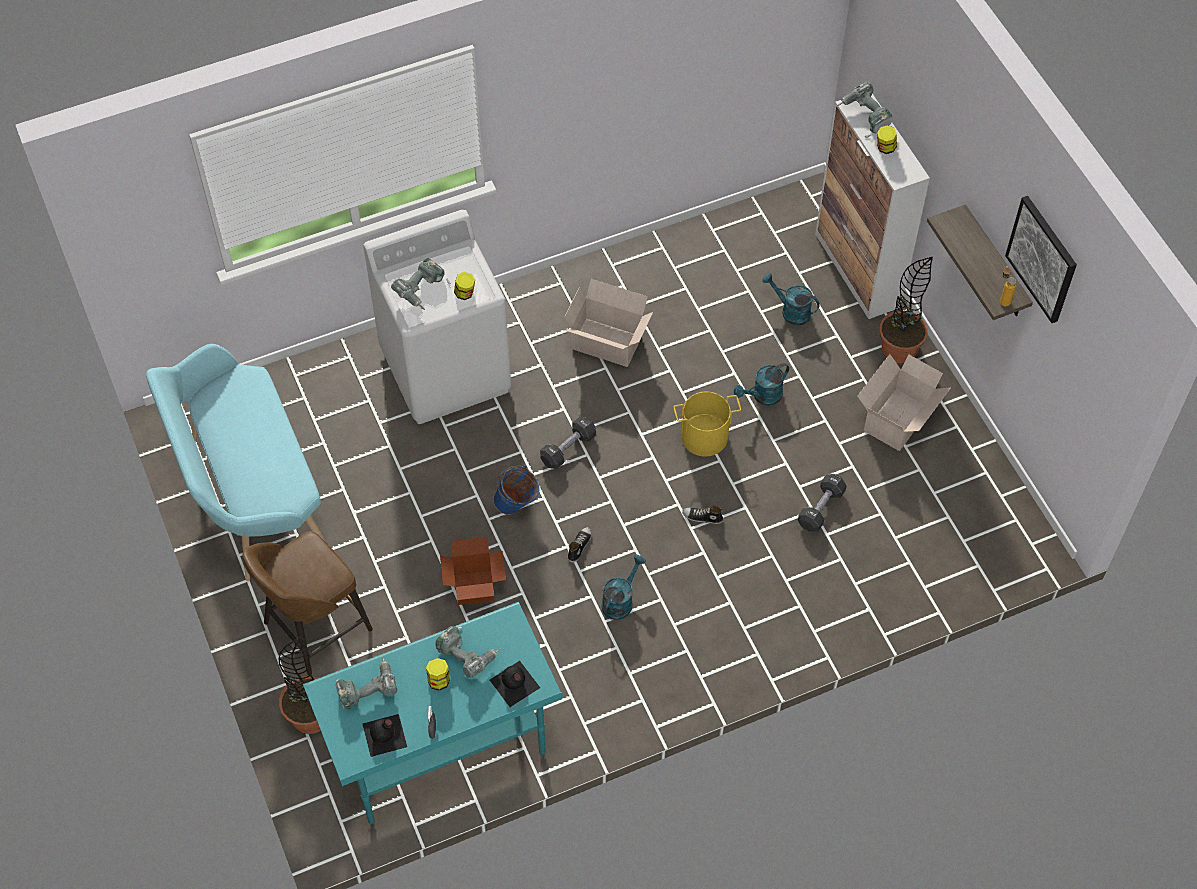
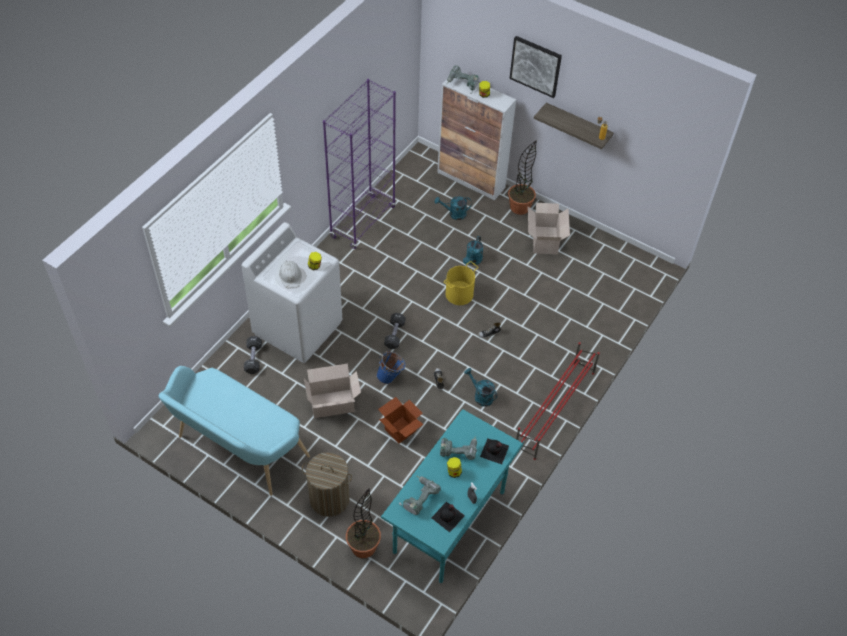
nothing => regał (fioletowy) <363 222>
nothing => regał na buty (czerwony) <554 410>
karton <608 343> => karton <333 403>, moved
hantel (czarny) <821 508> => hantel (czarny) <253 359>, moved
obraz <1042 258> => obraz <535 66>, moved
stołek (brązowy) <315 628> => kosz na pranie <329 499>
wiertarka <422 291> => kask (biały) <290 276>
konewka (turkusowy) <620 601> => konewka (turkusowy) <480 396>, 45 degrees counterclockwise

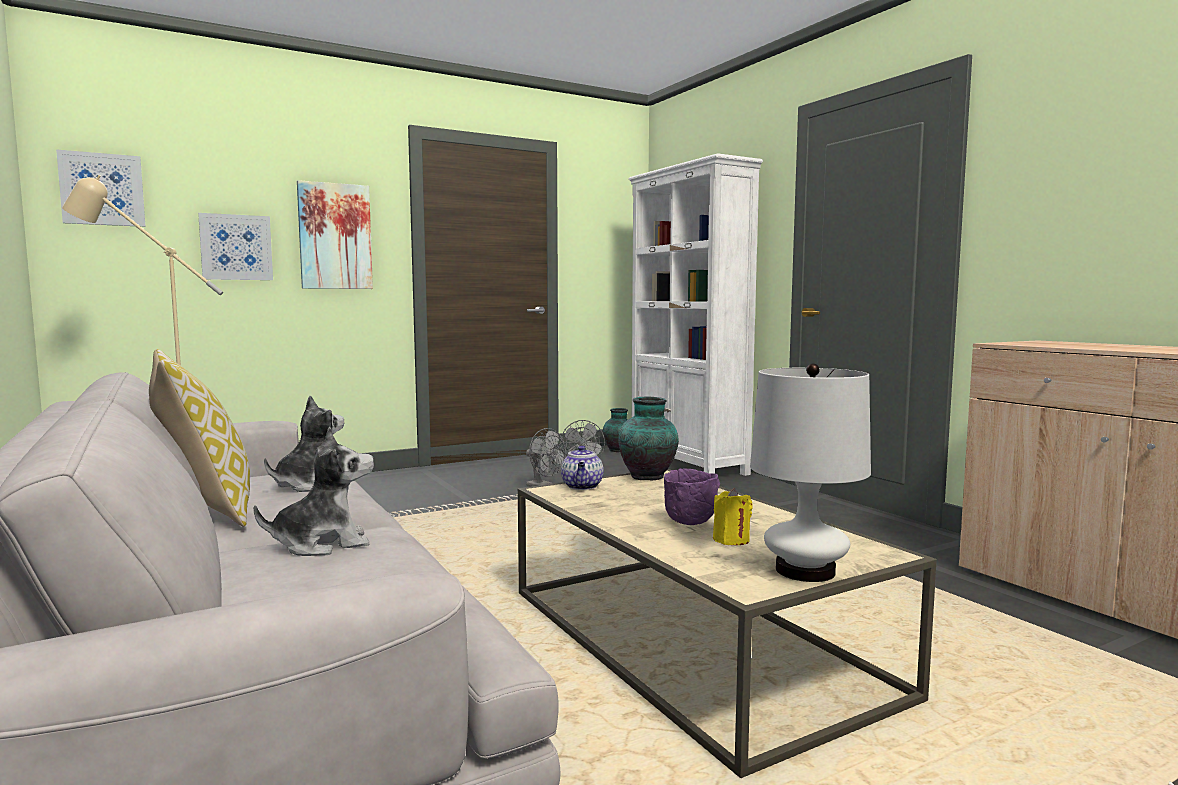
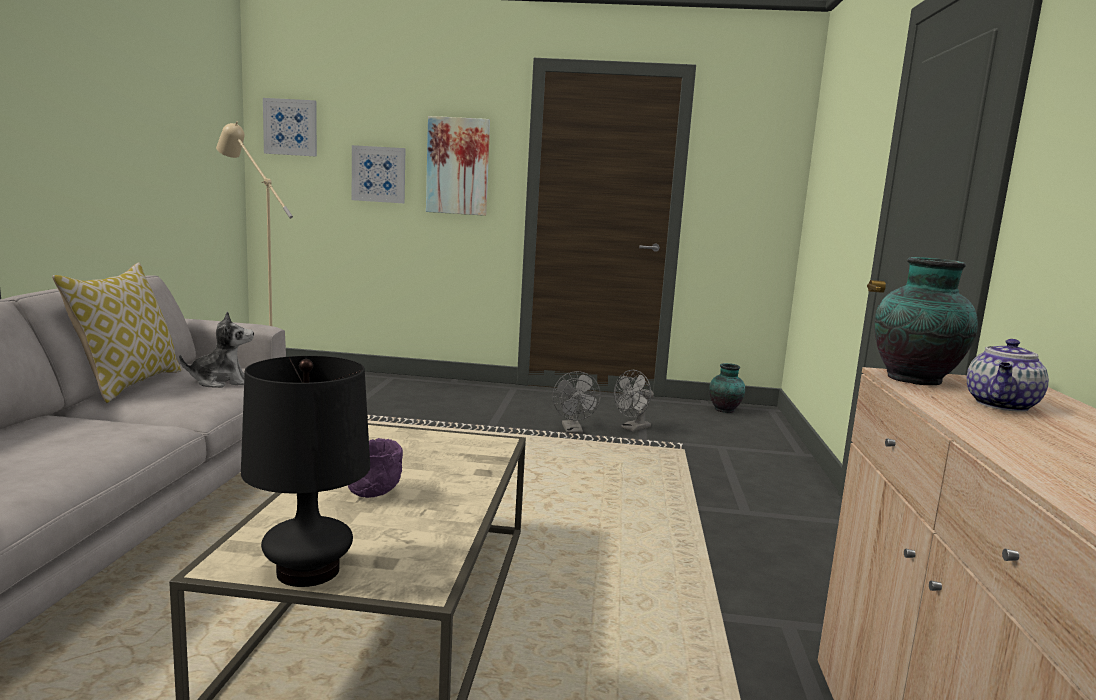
pluszak <323 544> => nothing
regał (biały) <687 464> => nothing
świeca (żółty) <731 540> => nothing
imbryk <582 486> => imbryk <1002 405>, moved
wazon <649 476> => wazon <917 379>, moved
lampa stołowa (biały) <805 571> => lampa stołowa (czarny) <308 571>

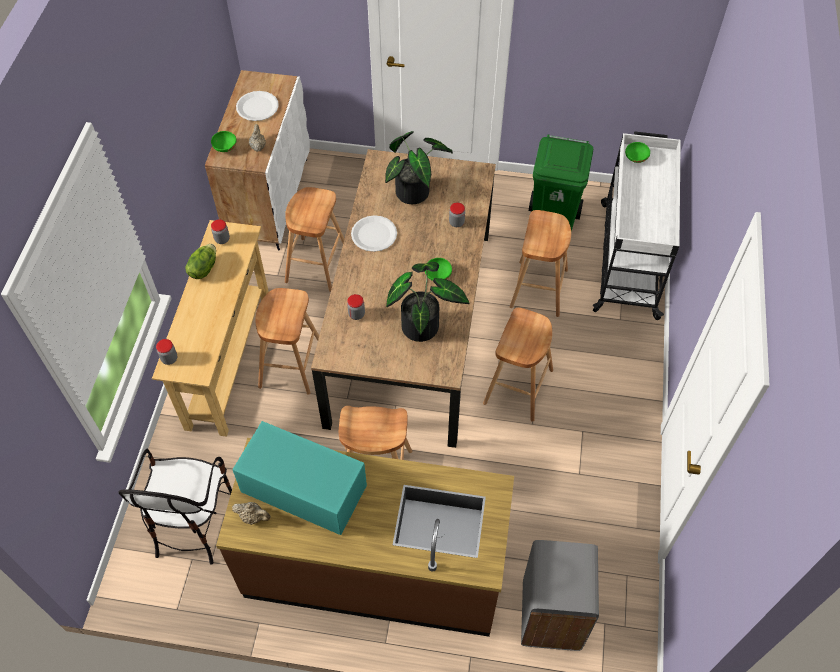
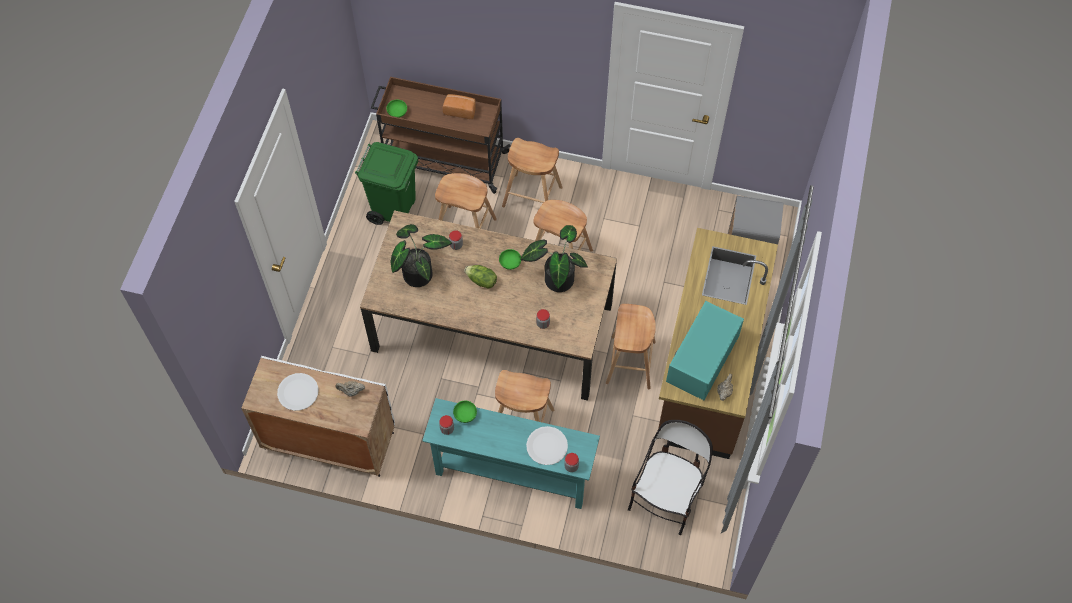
nothing => chleb <460 110>
sałata <203 268> => sałata <481 281>, moved
miska (zielony) <225 148> => miska (zielony) <465 415>, moved
stołek (brązowy) <316 264> => stołek (brązowy) <532 197>, moved
talerz (biały) <374 234> => talerz (biały) <547 446>, moved
stolik konsolowy (beżowy) <228 359> => stolik konsolowy (turkusowy) <512 475>
wózek (biały) <628 258> => wózek (brązowy) <442 160>
krzesło <193 522> => krzesło <666 498>, 75 degrees counterclockwise

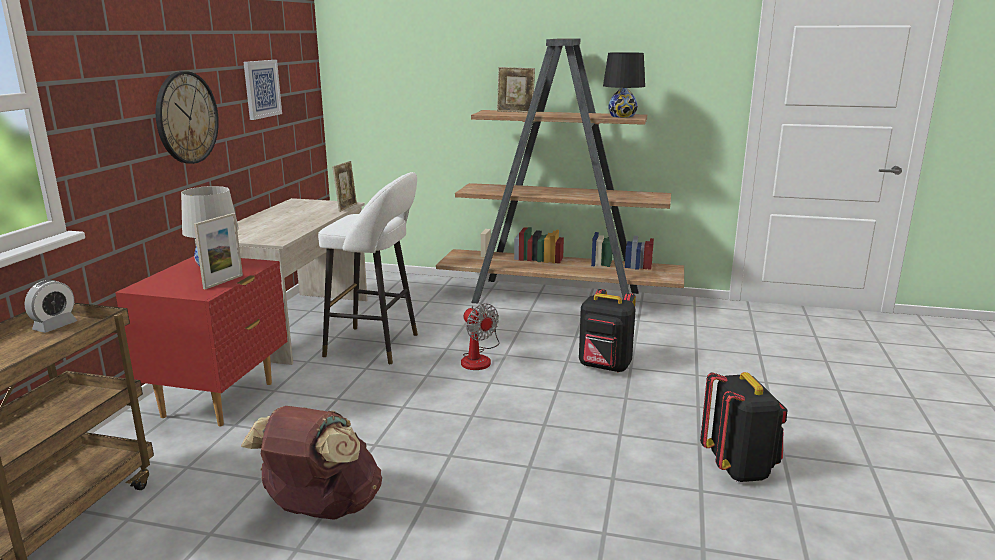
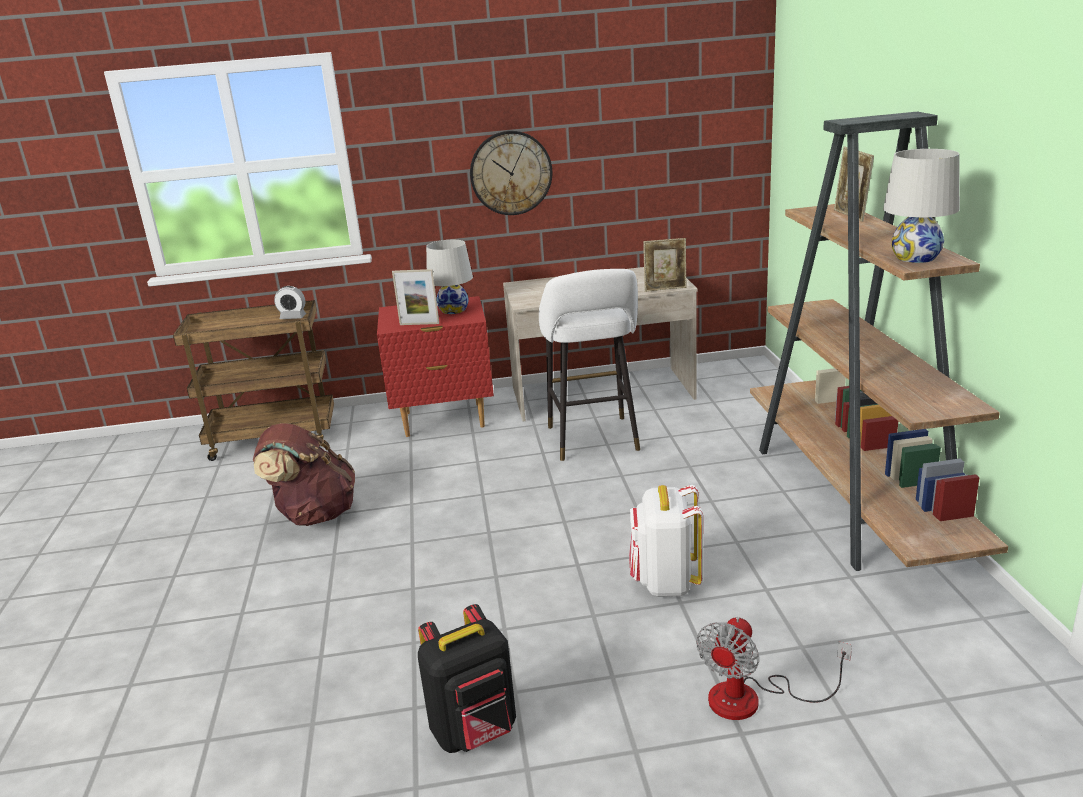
obraz <261 89> => nothing
wentylator <479 358> => wentylator <752 699>, moved
plecak (czarny) <605 367> => plecak (biały) <665 582>
lampa stołowa (czarny) <622 116> => lampa stołowa (biały) <915 258>

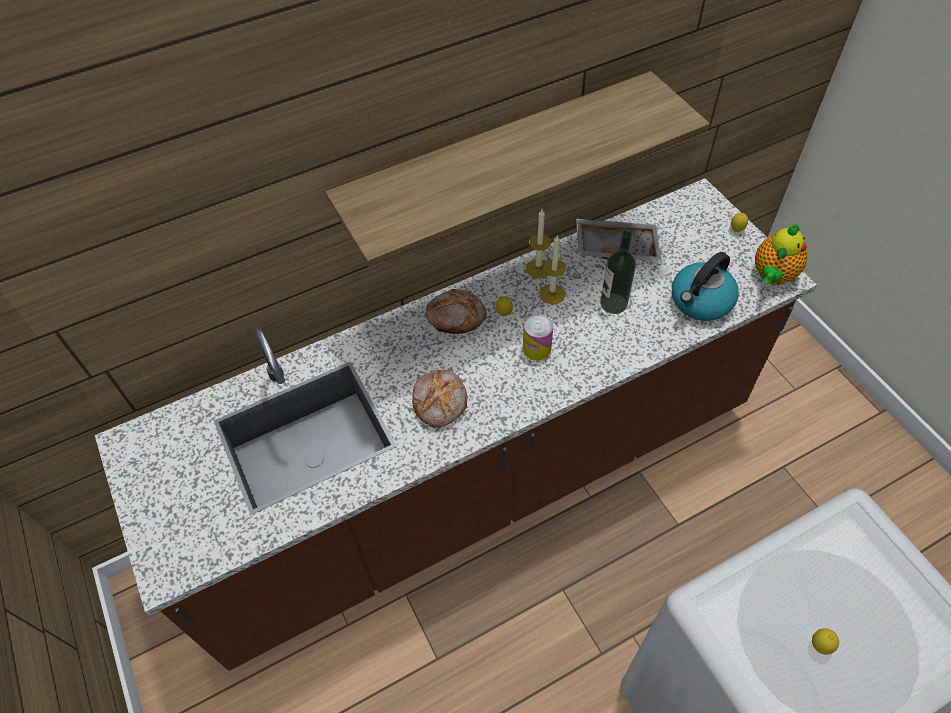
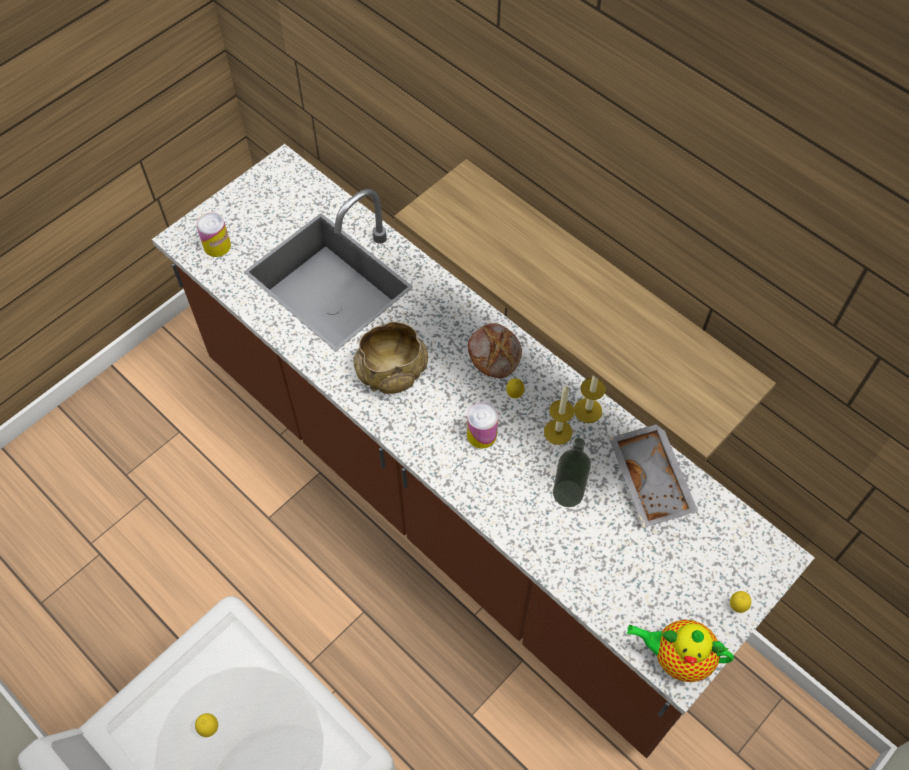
czajnik <700 302> => nothing
nothing => puszka <217 246>
chleb <441 402> => miska (beżowy) <392 371>

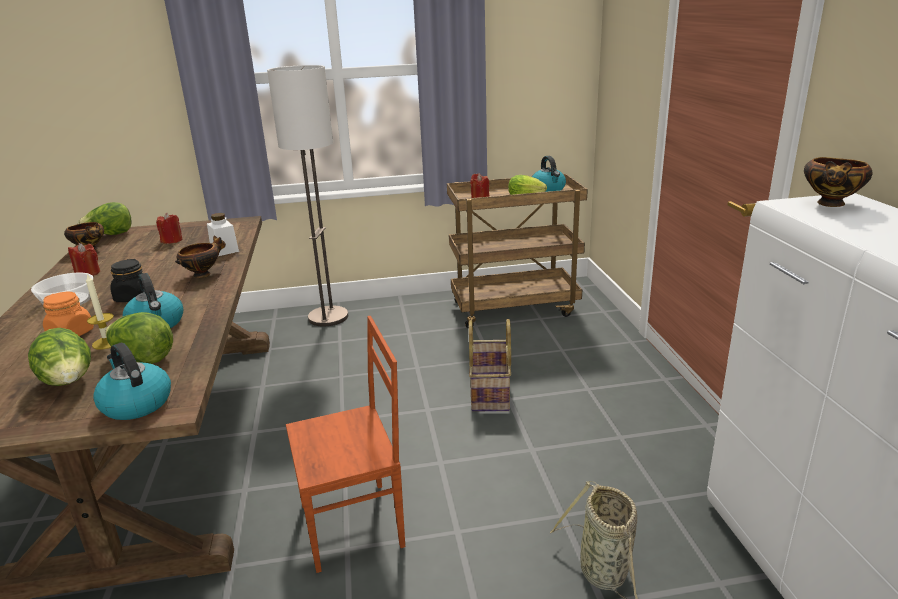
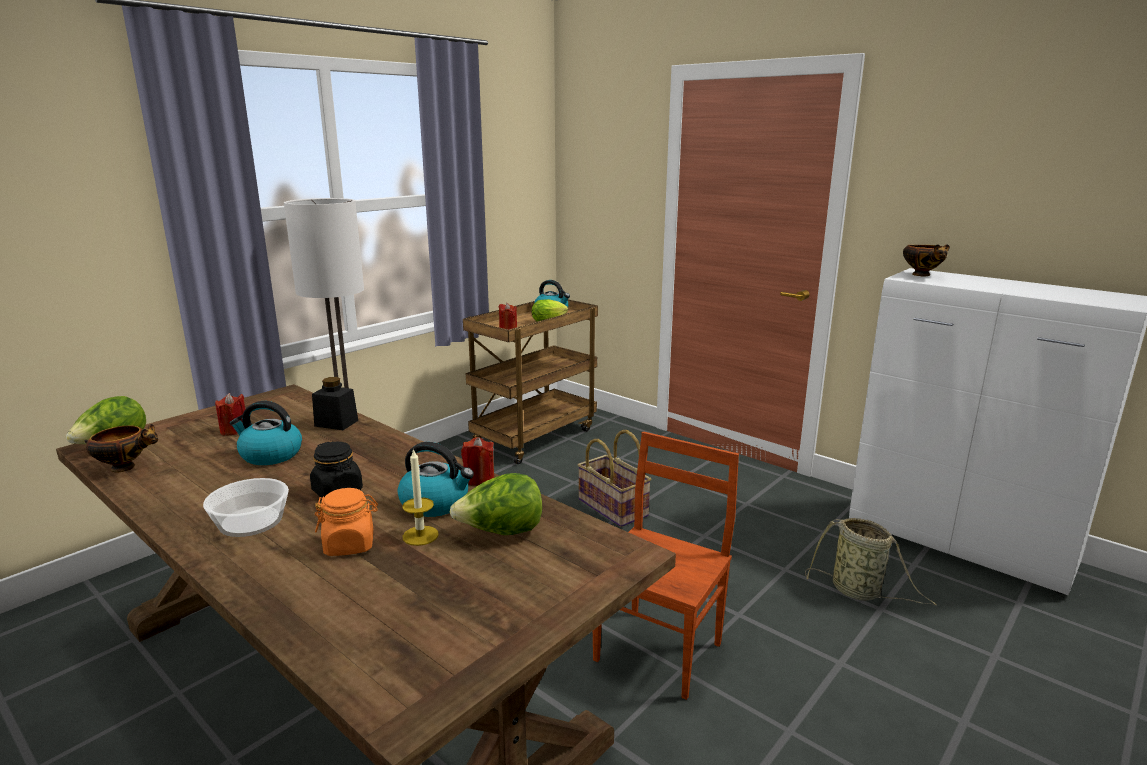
sałata <69 383> => nothing
miska <203 274> => nothing
świeca (czerwony) <88 273> => świeca (czerwony) <479 479>, moved
czajnik <136 403> => czajnik <270 455>, moved
słoik (biały) <224 250> => słoik (czarny) <336 423>

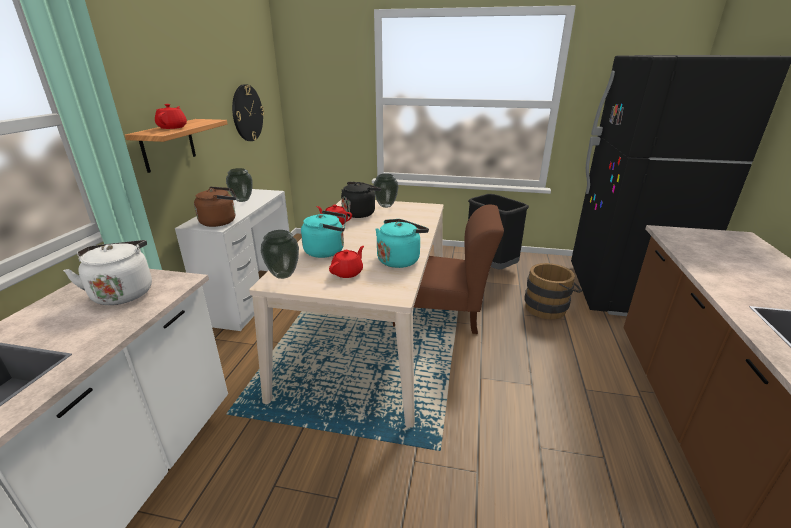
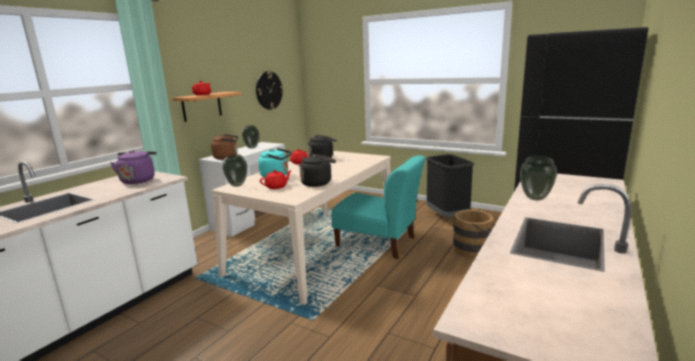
wazon <386 206> => wazon <536 198>, moved
czajnik (biały) <123 293> => czajnik (fioletowy) <138 180>
czajnik (turkusowy) <400 260> => czajnik (czarny) <318 183>
krzesło (brązowy) <440 313> => krzesło (turkusowy) <379 243>

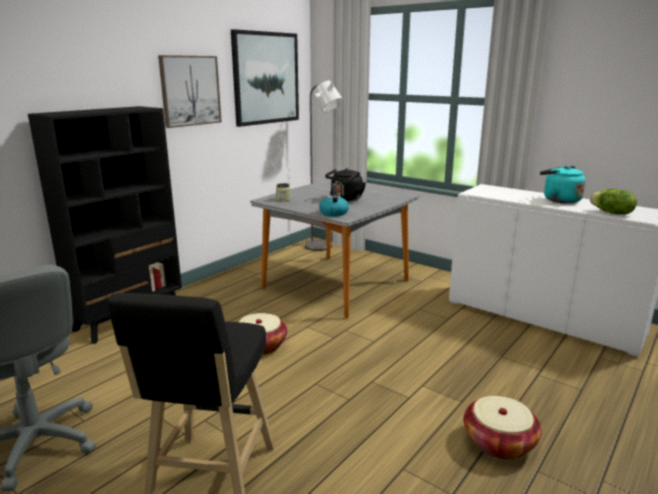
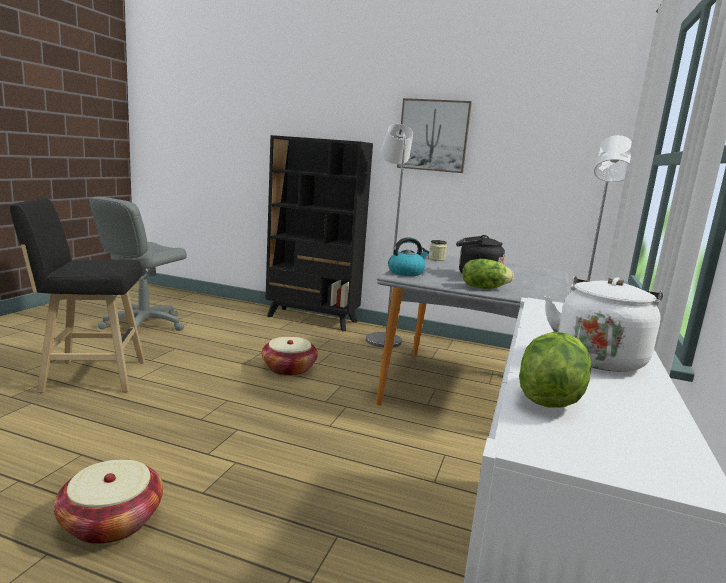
obraz <266 78> => nothing
nothing => lampa stojąca (szary) <382 338>
nothing => sałata <483 288>
czajnik (turkusowy) <559 200> => czajnik (biały) <599 358>

